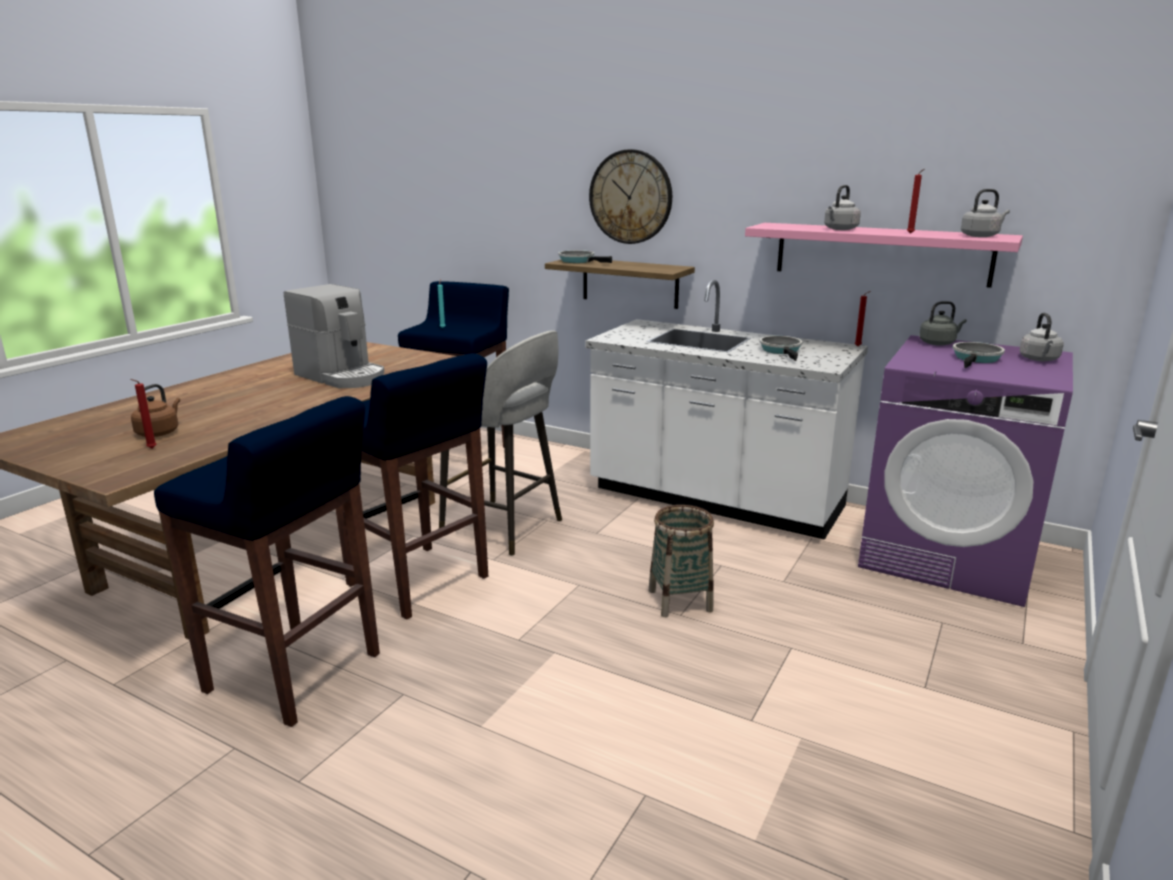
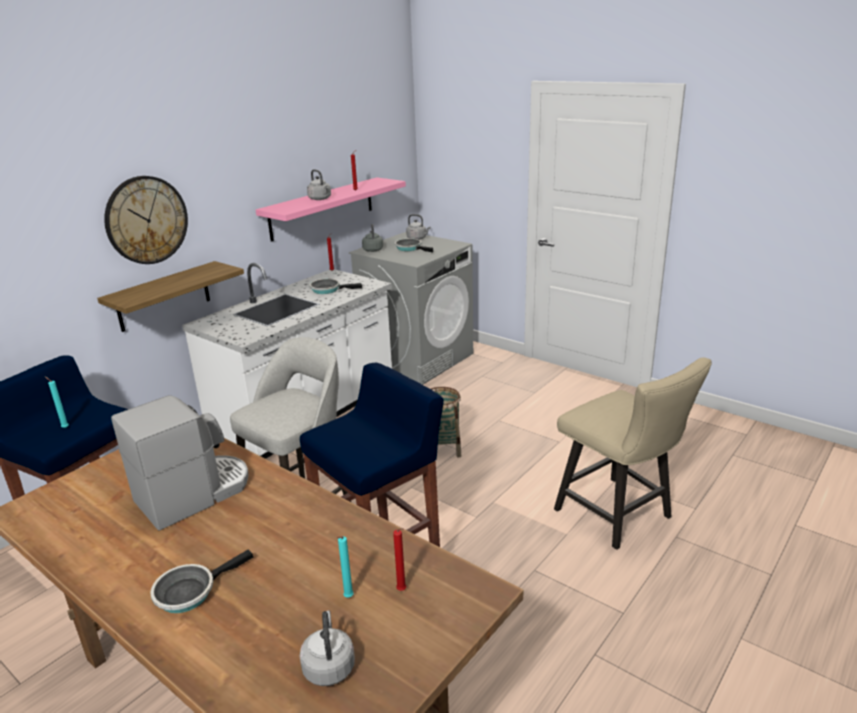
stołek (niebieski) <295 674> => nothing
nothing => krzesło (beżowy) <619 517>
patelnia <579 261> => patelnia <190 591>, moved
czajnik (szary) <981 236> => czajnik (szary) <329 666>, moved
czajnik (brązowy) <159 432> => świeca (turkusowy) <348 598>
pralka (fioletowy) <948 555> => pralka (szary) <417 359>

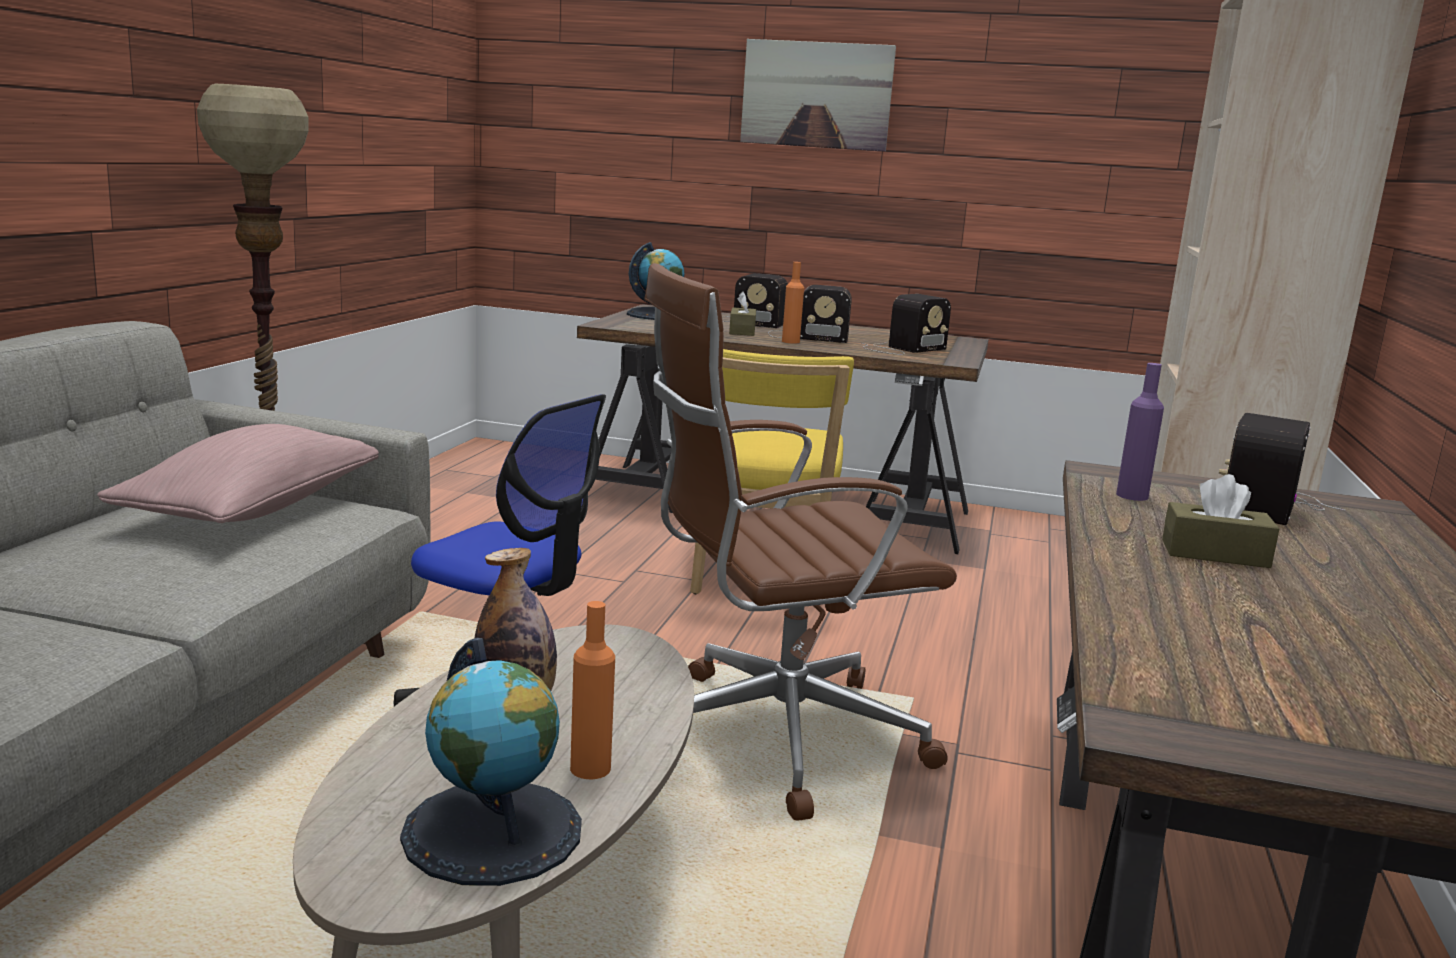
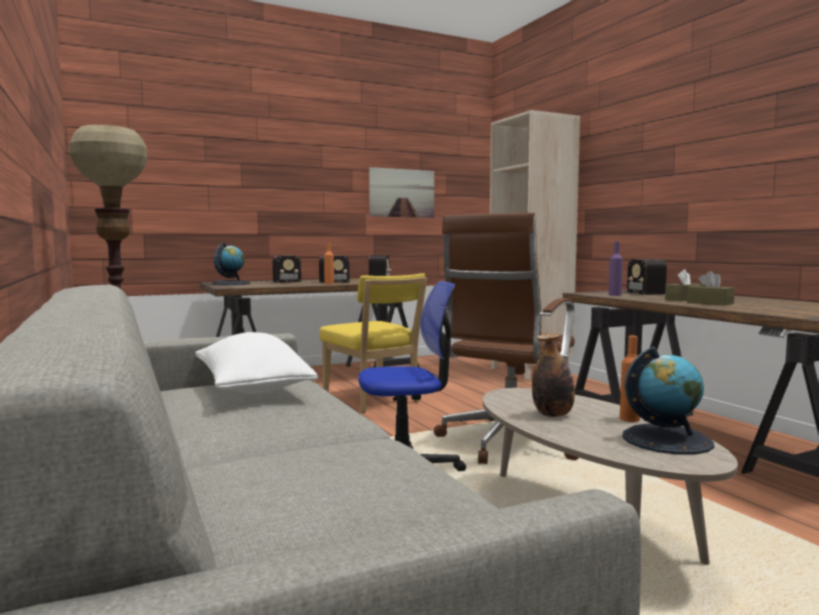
pudełko chusteczek (brązowy) <742 331> => pudełko chusteczek (brązowy) <710 303>, moved
obraz <816 95> => obraz <402 193>, moved
poduszka (różowy) <253 510> => poduszka (biały) <251 388>

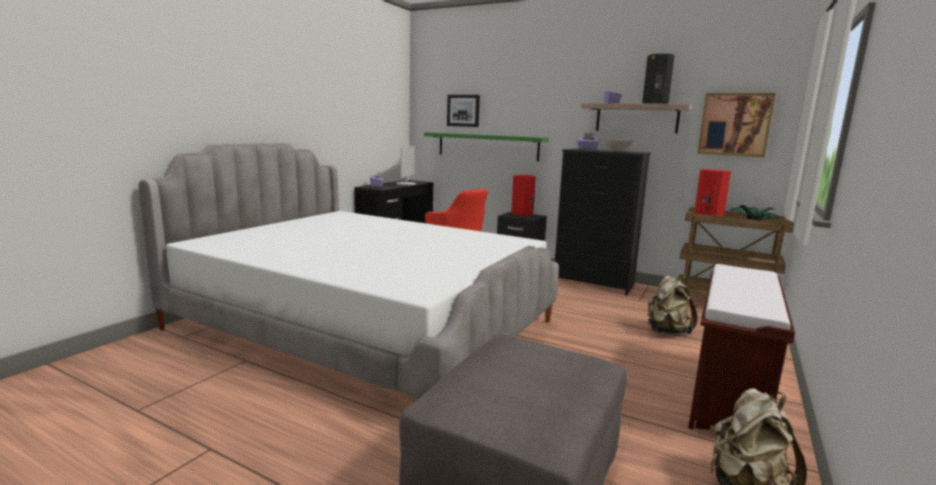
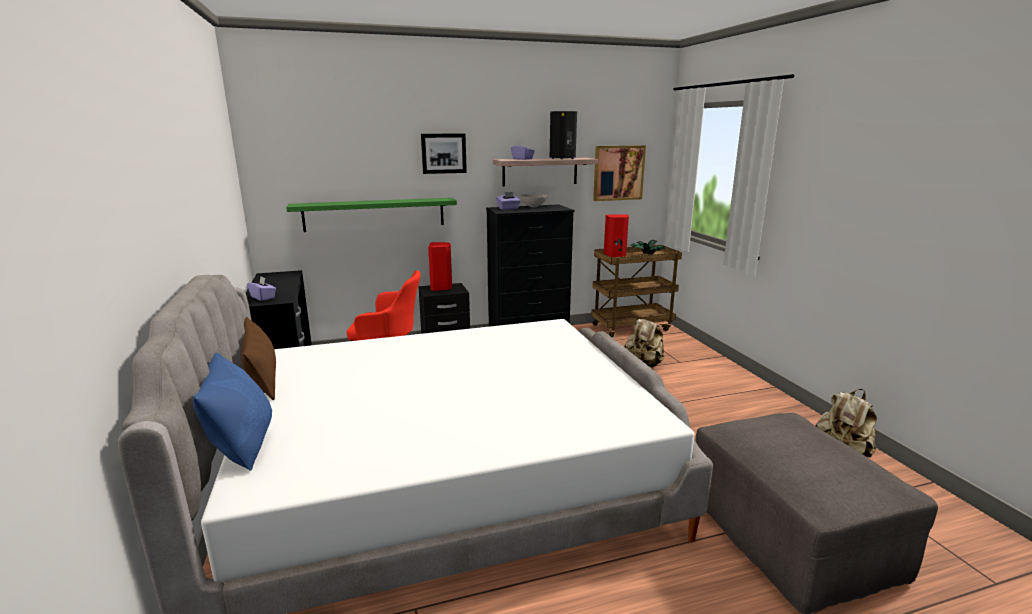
monitor <406 184> => nothing
ławka (brązowy) <728 396> => nothing
nothing => poduszka (niebieski) <241 446>
nothing => poduszka (brązowy) <262 378>
obraz <463 110> => obraz <443 153>, moved

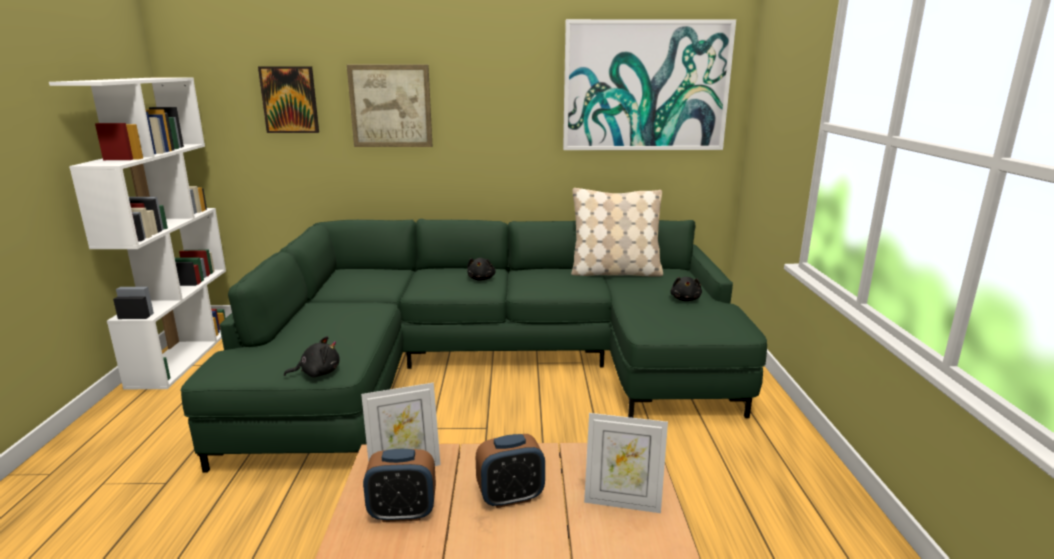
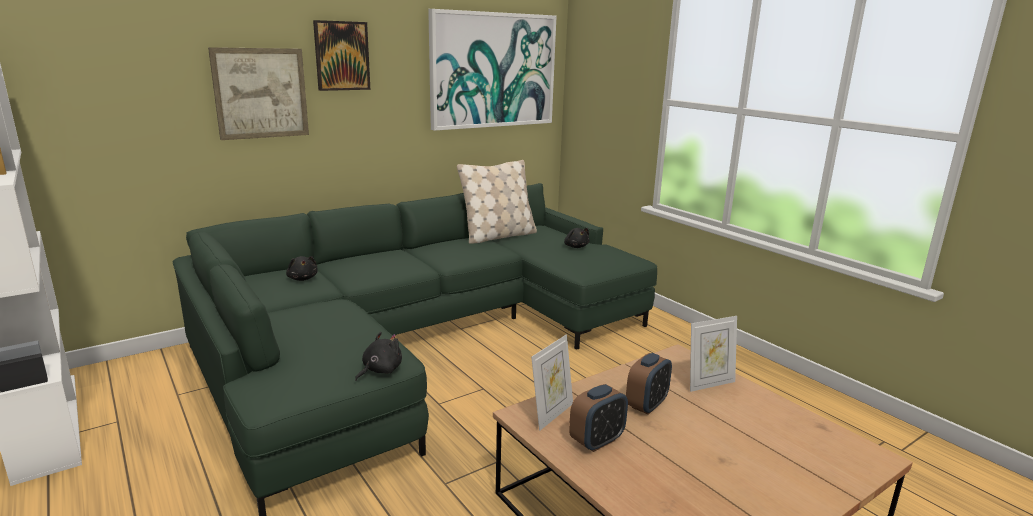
obraz <289 100> => obraz <342 56>, moved
pluszak (czarny) <481 279> => pluszak (czarny) <303 278>, moved

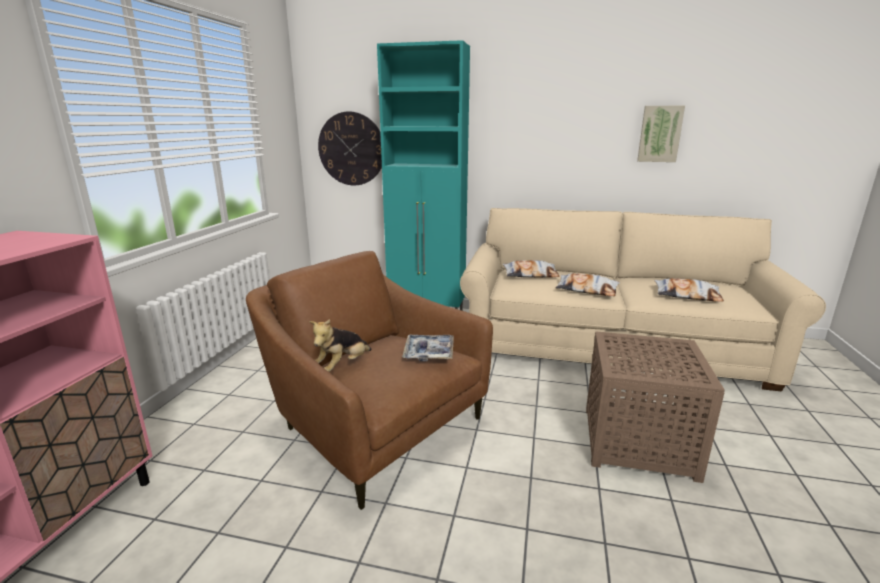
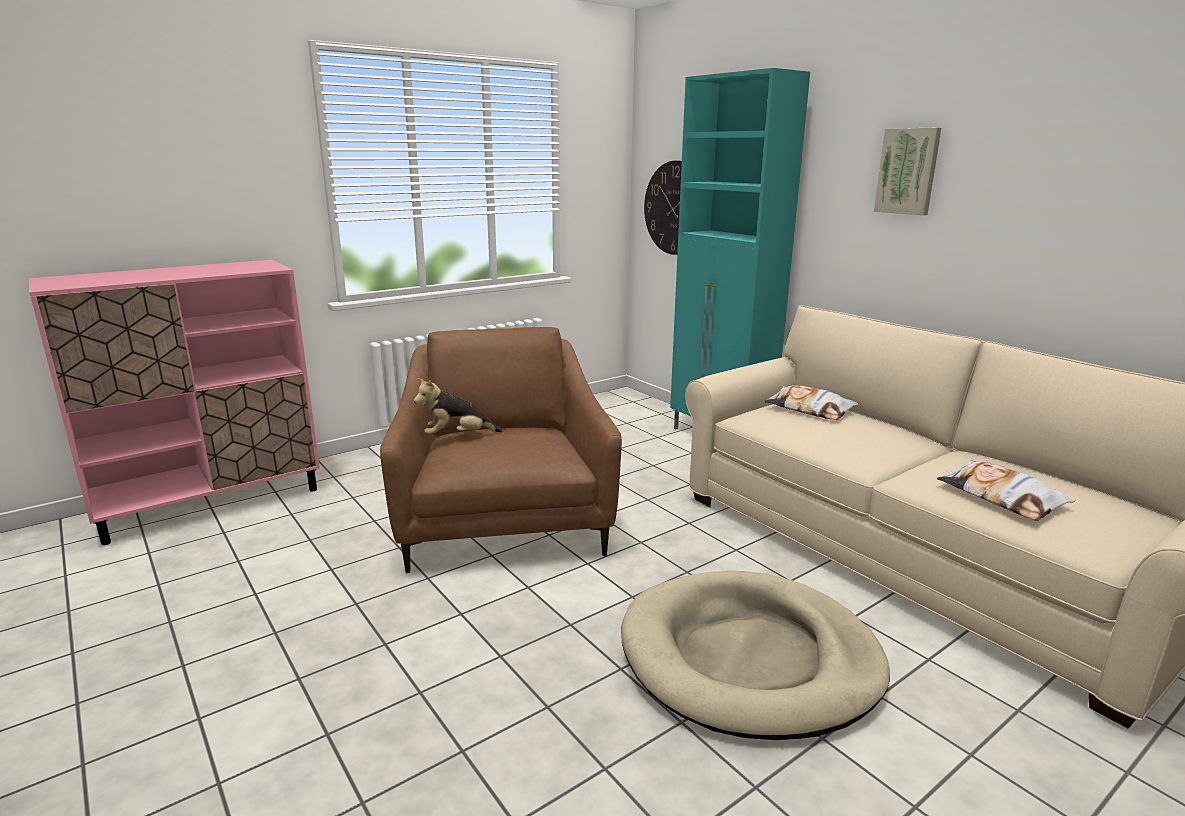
taca <429 352> => nothing
poduszka <587 290> => nothing
obraz <659 134> => obraz <908 171>, moved
stolik (brązowy) <639 441> => legowisko (beżowy) <749 658>

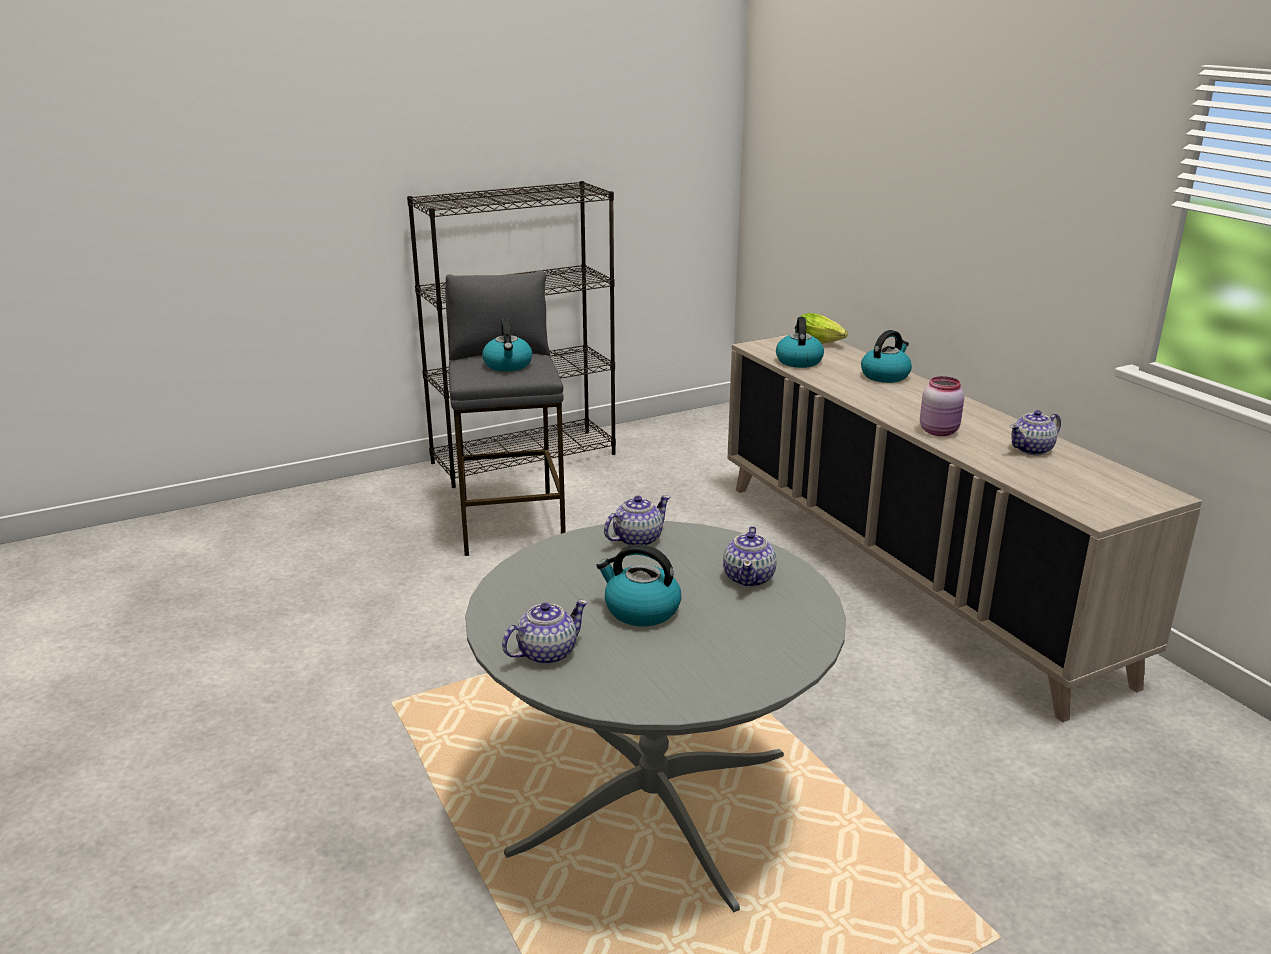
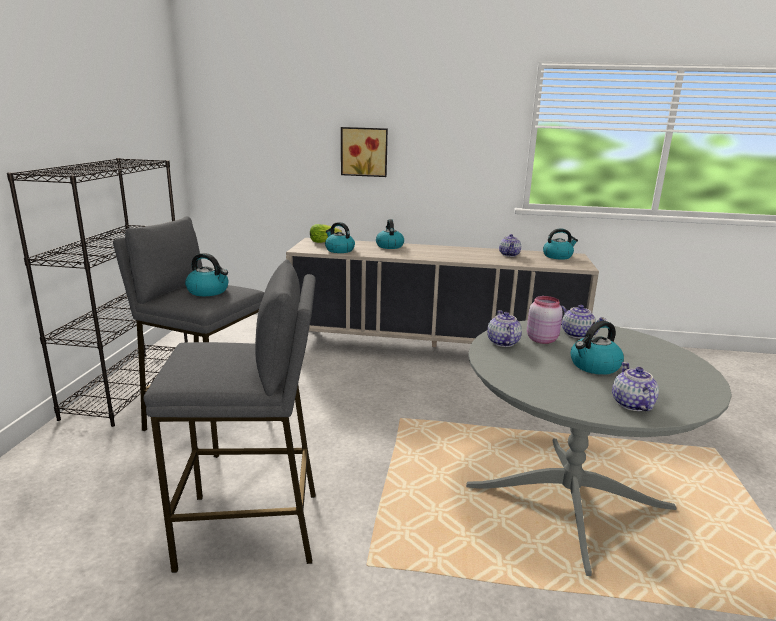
nothing => stołek (szary) <251 529>
nothing => obraz <364 152>
nothing => czajnik <557 256>
słoik (różowy) <940 431> => słoik (różowy) <542 339>, moved

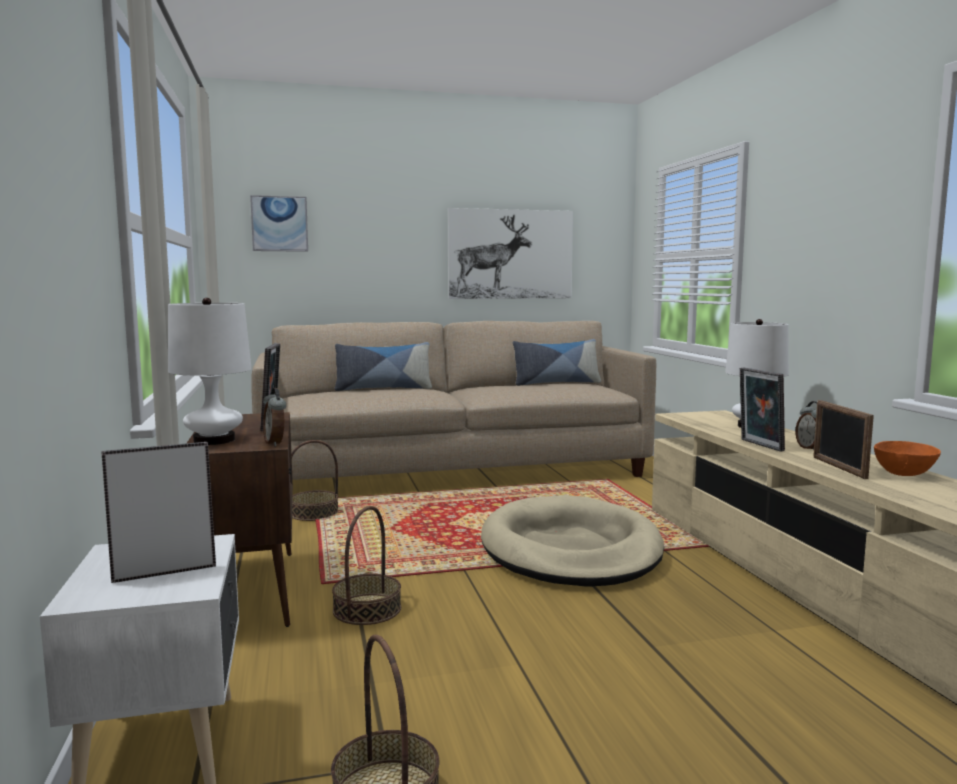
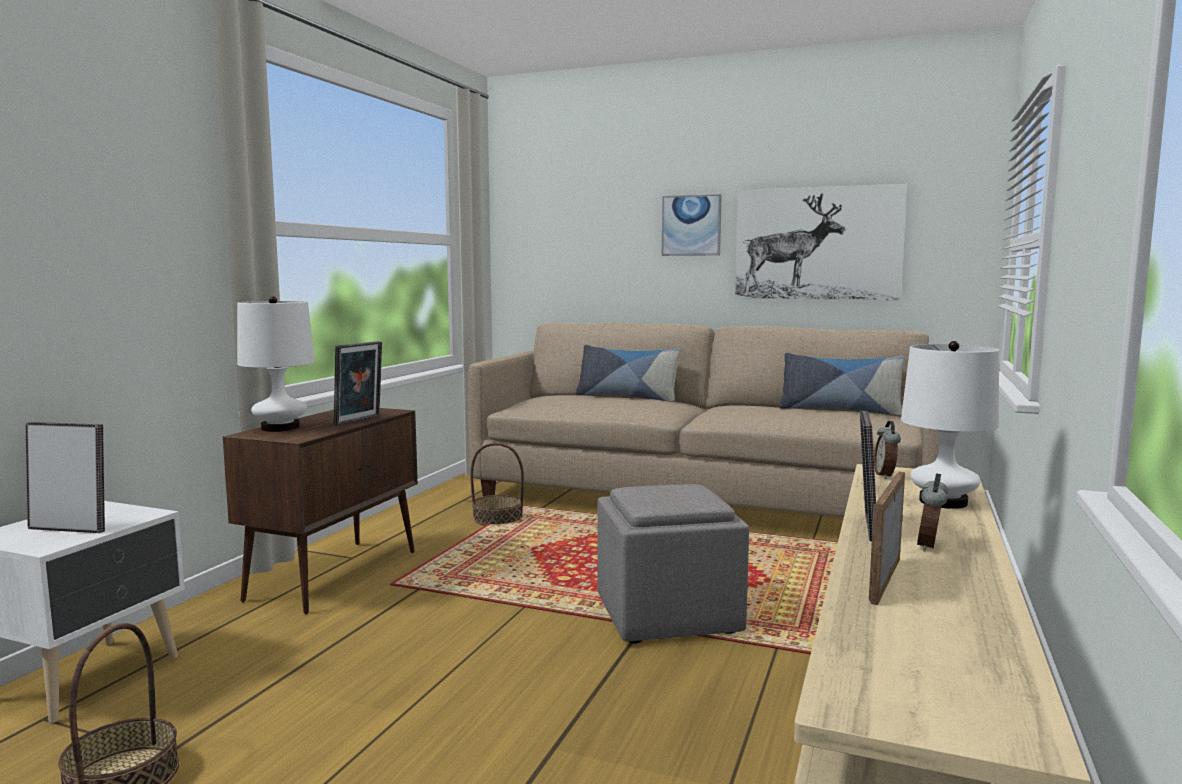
koszyk <367 609> => nothing
miska (pomarańczowy) <904 473> => nothing
obraz <279 224> => obraz <691 225>, moved
budzik <275 443> => budzik <886 475>, moved
legowisko (beżowy) <570 549> => pufa (szary) <666 616>

